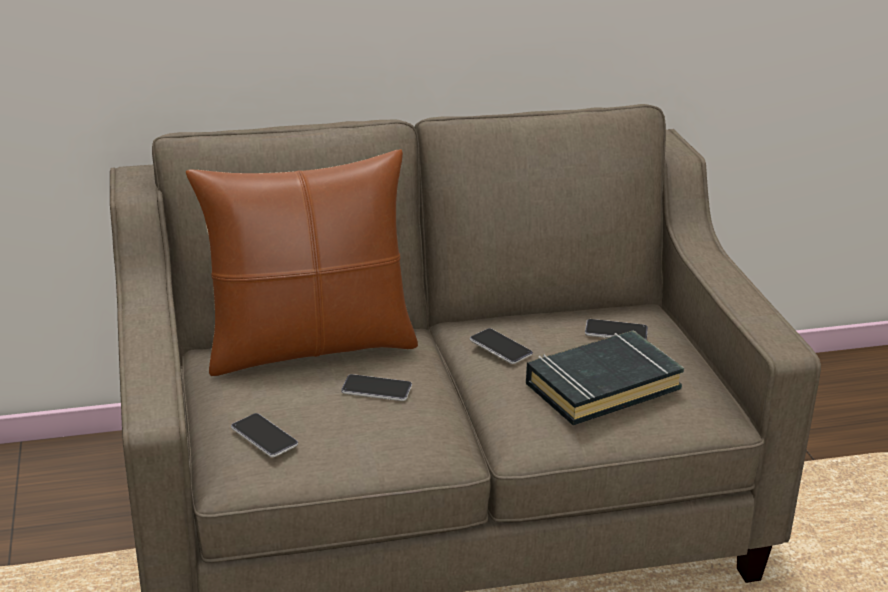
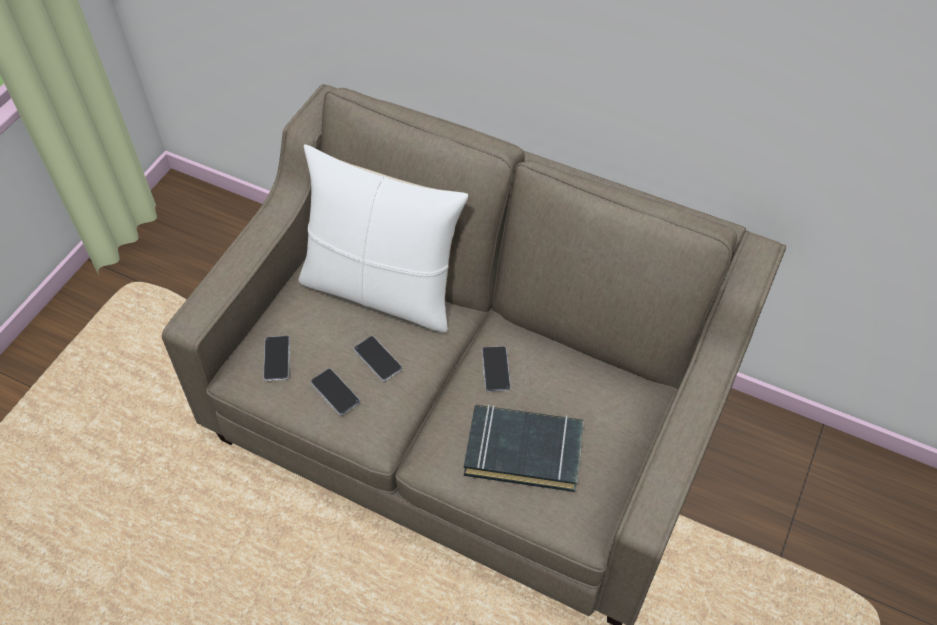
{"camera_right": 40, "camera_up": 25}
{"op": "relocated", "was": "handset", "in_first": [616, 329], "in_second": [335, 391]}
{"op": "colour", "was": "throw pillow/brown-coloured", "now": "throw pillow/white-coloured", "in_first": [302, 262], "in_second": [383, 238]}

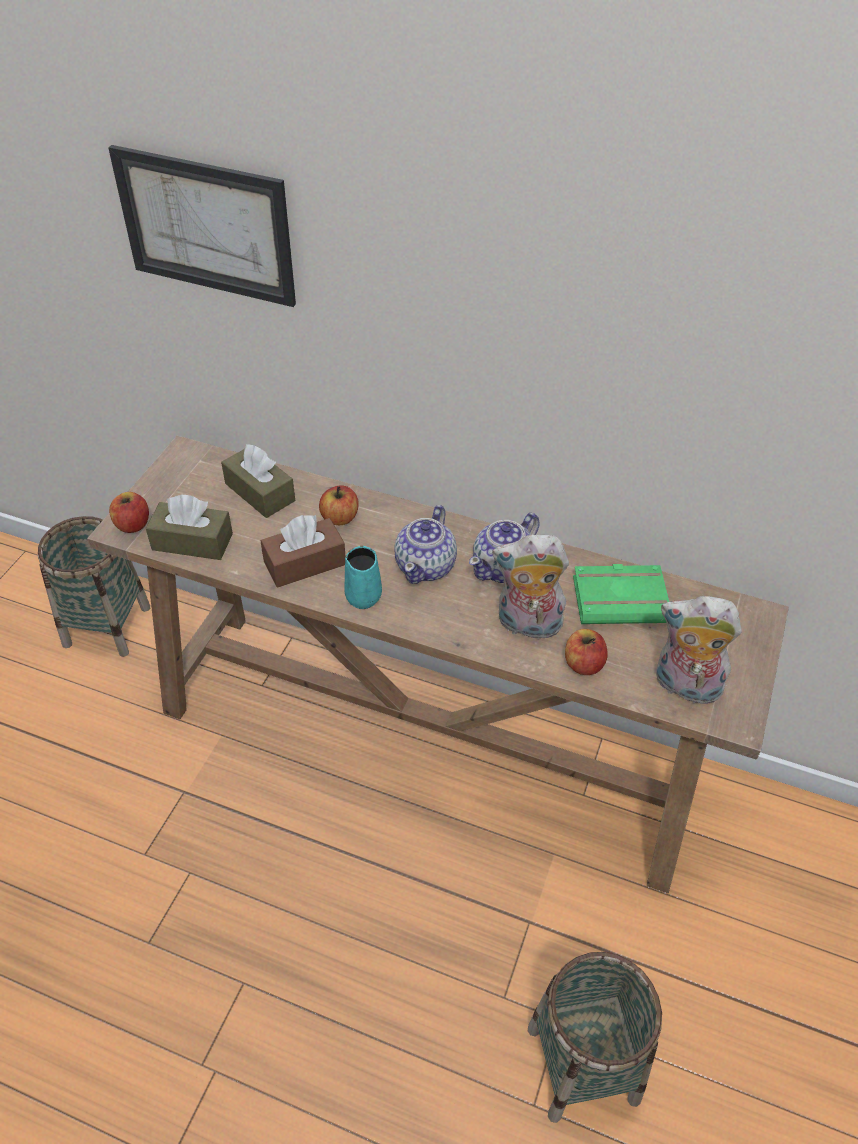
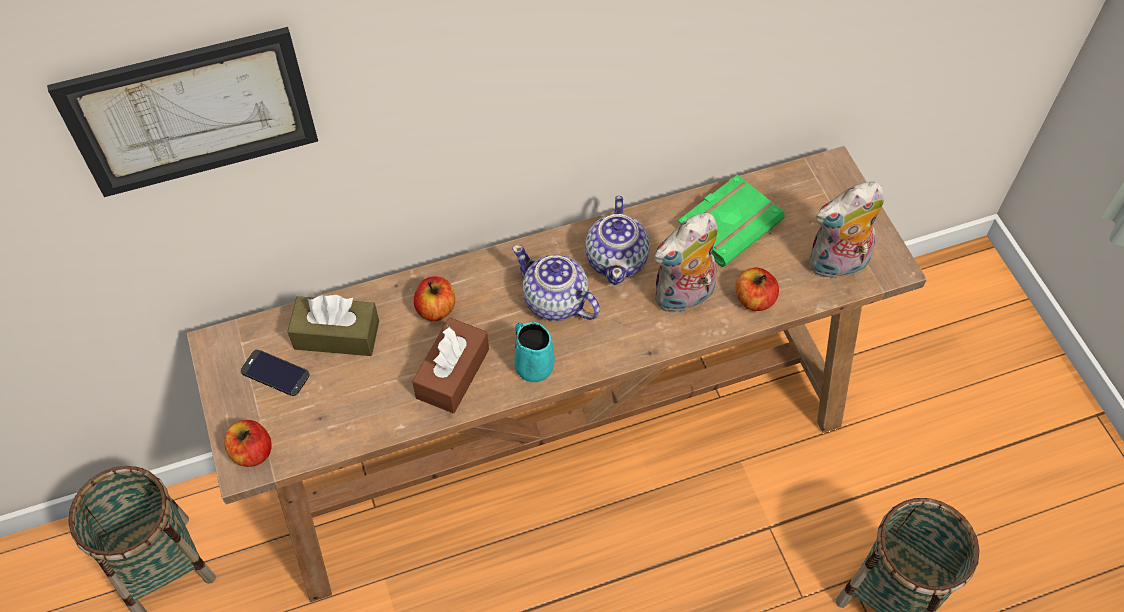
{"camera_right": -40, "camera_up": 10}
{"op": "missing", "was": "tissue box/brown-coloured", "in_first": [189, 527]}
{"op": "appeared", "now": "handset", "in_second": [275, 373]}
{"op": "spun", "was": "tea pot", "in_first": [425, 544], "in_second": [556, 283], "clockwise": 150}

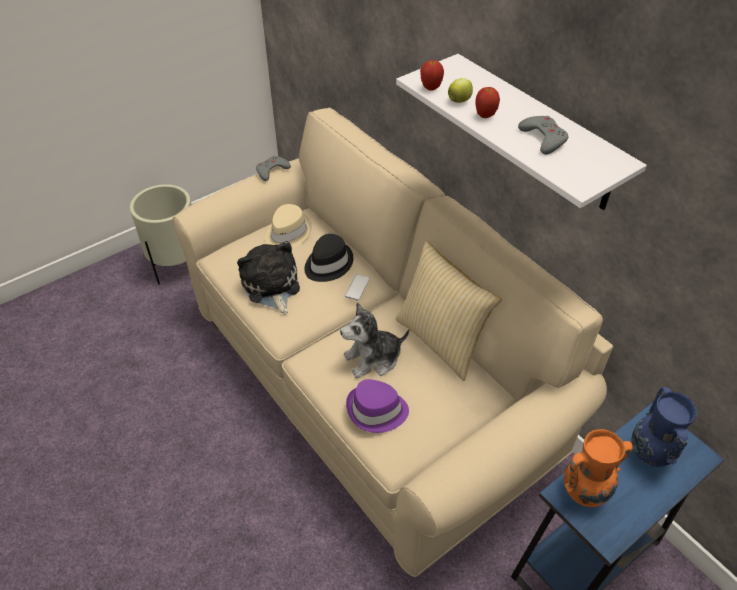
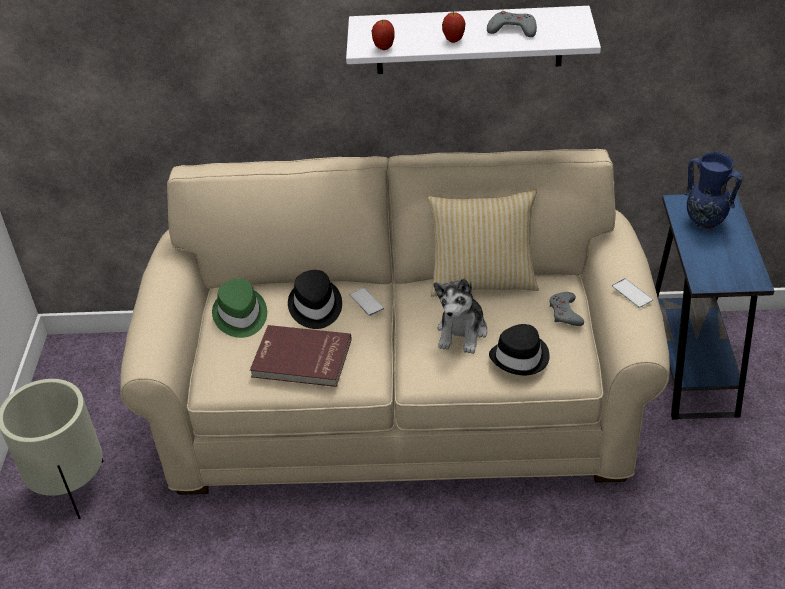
{"camera_right": -50, "camera_up": -5}
{"op": "missing", "was": "whole apple", "in_first": [460, 90]}
{"op": "missing", "was": "vase/orange", "in_first": [598, 468]}
{"op": "appeared", "now": "handset", "in_second": [632, 293]}
{"op": "relocated", "was": "joypad/greyish", "in_first": [273, 168], "in_second": [566, 309]}
{"op": "exchanged", "was": "soft toy", "now": "book/red", "in_first": [268, 277], "in_second": [300, 356]}
{"op": "colour", "was": "clothing hat/sand-coloured", "now": "clothing hat/green-coloured", "in_first": [288, 226], "in_second": [239, 308]}
{"op": "colour", "was": "clothing hat/purple-coloured", "now": "clothing hat/black", "in_first": [377, 406], "in_second": [519, 349]}

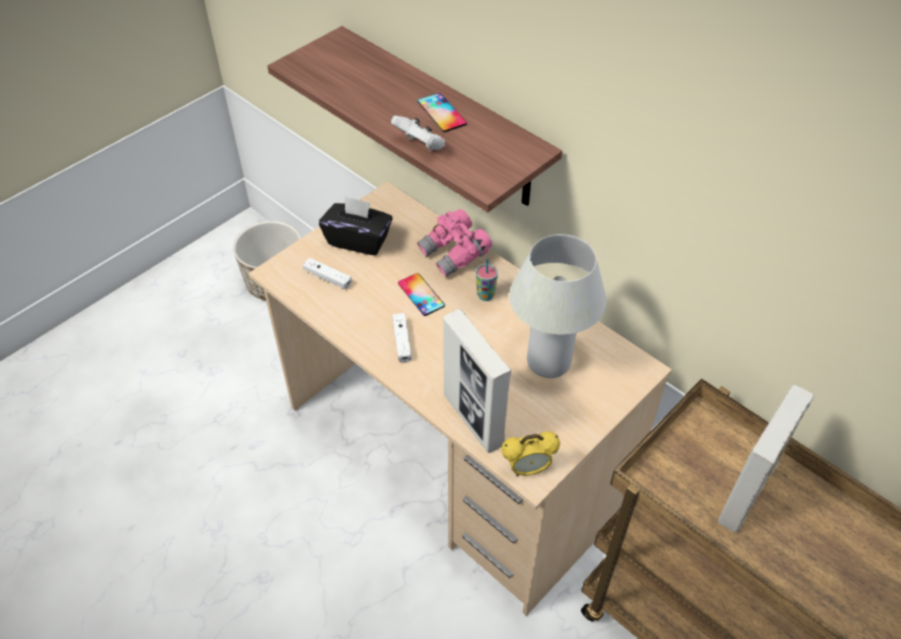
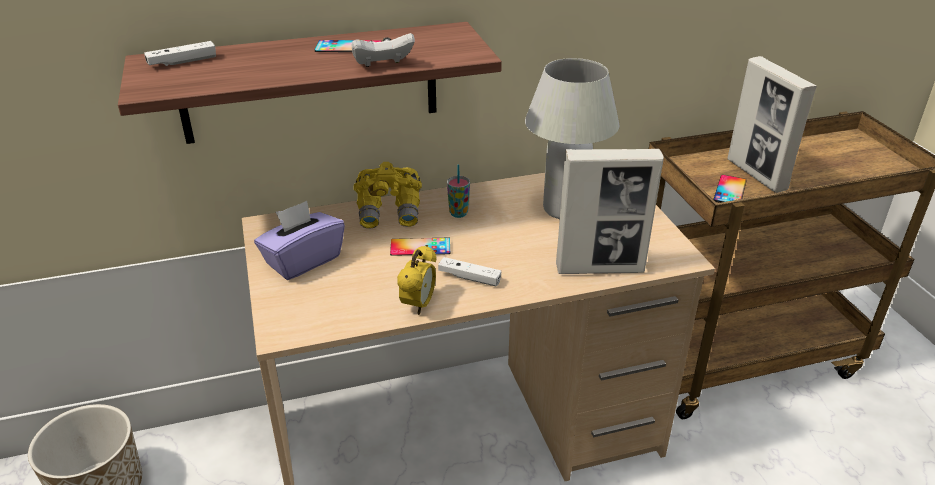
{"camera_right": -60, "camera_up": -15}
{"op": "appeared", "now": "handset", "in_second": [730, 189]}
{"op": "relocated", "was": "joypad/white-coloured", "in_first": [327, 273], "in_second": [180, 53]}
{"op": "relocated", "was": "table clock", "in_first": [530, 453], "in_second": [417, 280]}
{"op": "colour", "was": "tissue box/black", "now": "tissue box/purple-coloured", "in_first": [356, 225], "in_second": [299, 240]}
{"op": "colour", "was": "binoculars/pink-coloured", "now": "binoculars/yellowish", "in_first": [454, 243], "in_second": [388, 195]}

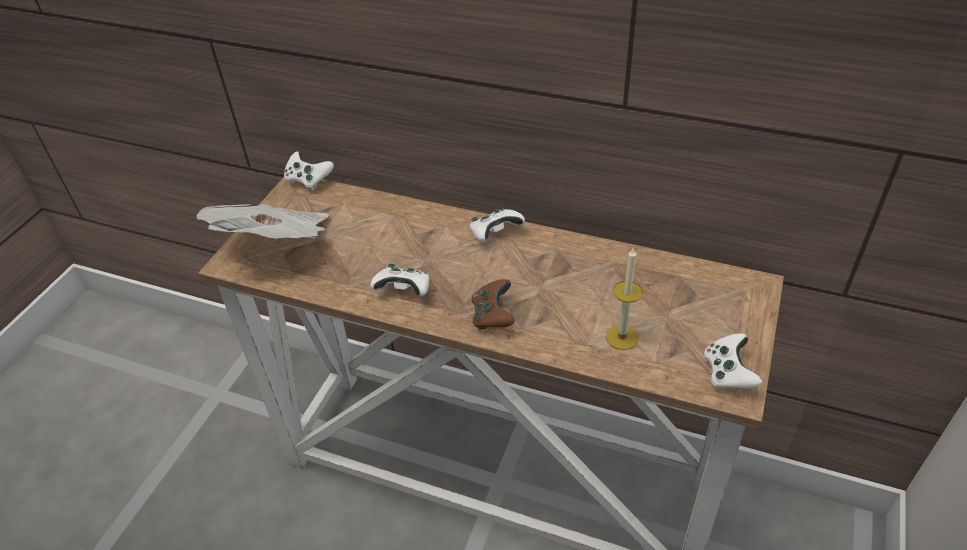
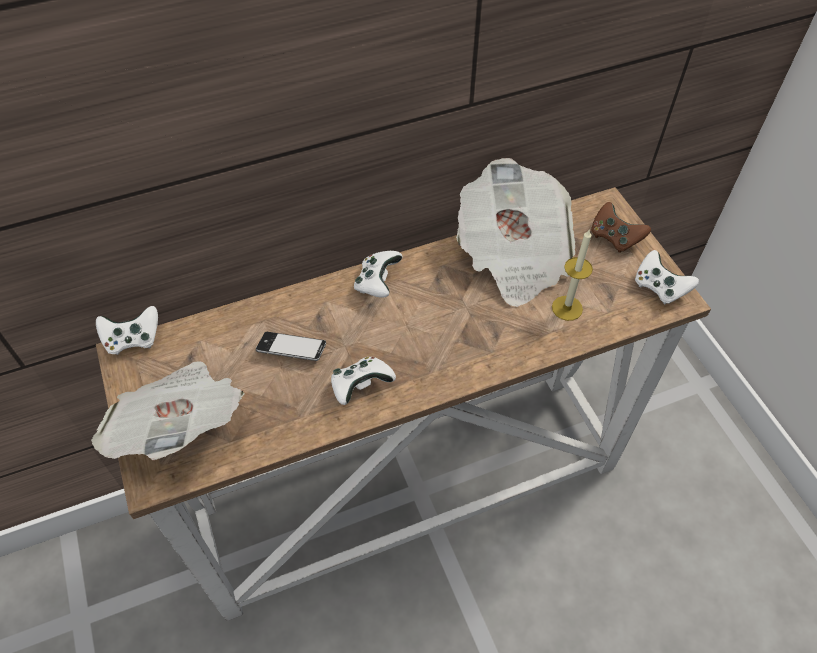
{"camera_right": -45, "camera_up": 10}
{"op": "appeared", "now": "handset", "in_second": [291, 346]}
{"op": "appeared", "now": "daily paper", "in_second": [515, 232]}
{"op": "relocated", "was": "joypad/brown-coloured", "in_first": [493, 304], "in_second": [621, 227]}

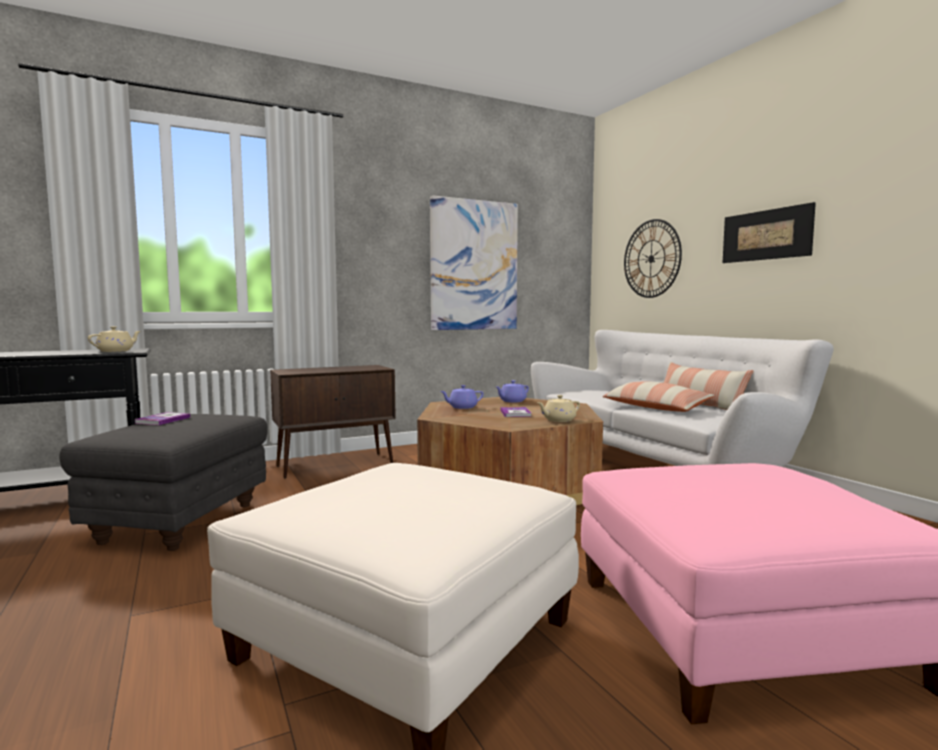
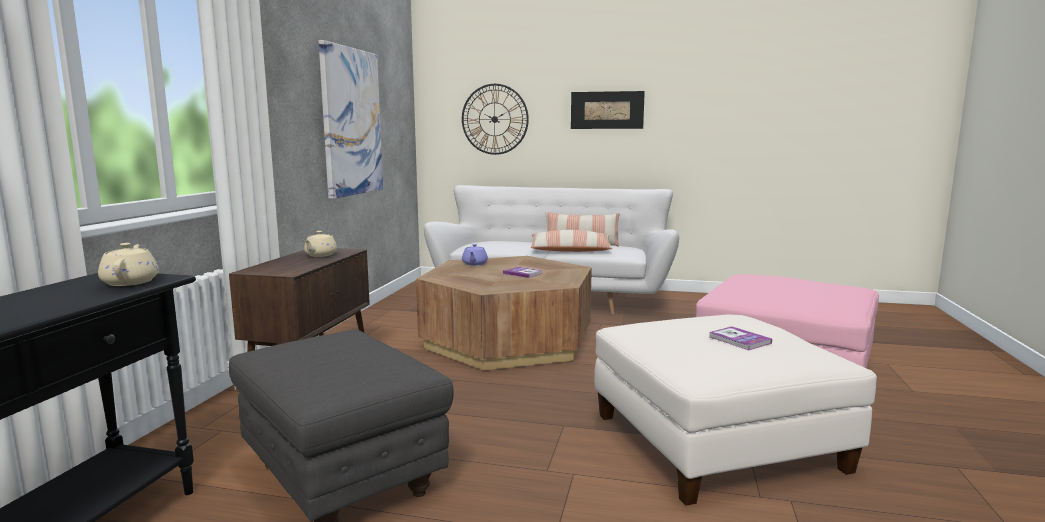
{"camera_right": -50, "camera_up": 5}
{"op": "missing", "was": "tea pot/purple-coloured", "in_first": [461, 397]}
{"op": "relocated", "was": "book", "in_first": [162, 418], "in_second": [740, 338]}
{"op": "relocated", "was": "tea pot/sand-coloured", "in_first": [558, 408], "in_second": [320, 244]}

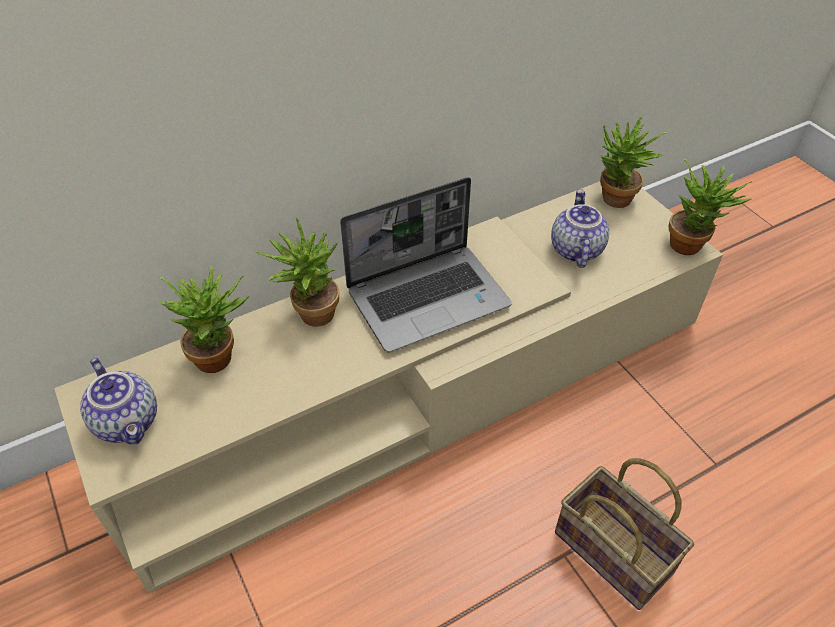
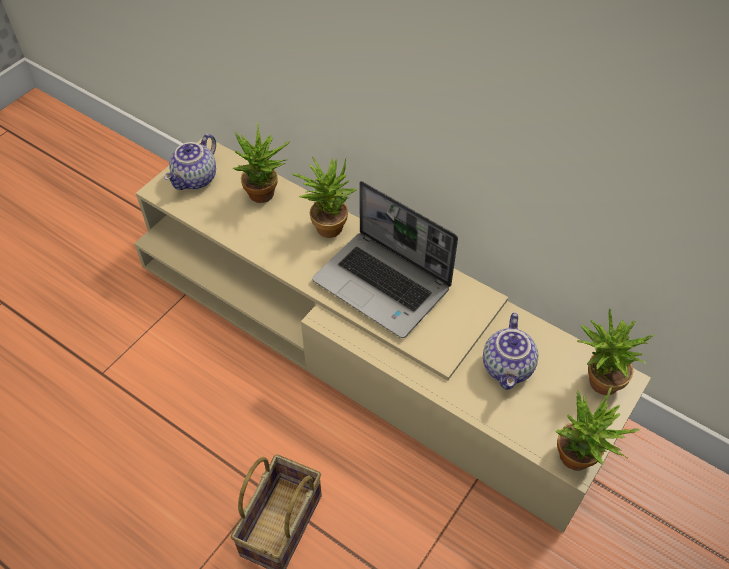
{"camera_right": 65, "camera_up": 5}
{"op": "spun", "was": "tea pot", "in_first": [580, 228], "in_second": [510, 351], "clockwise": 120}

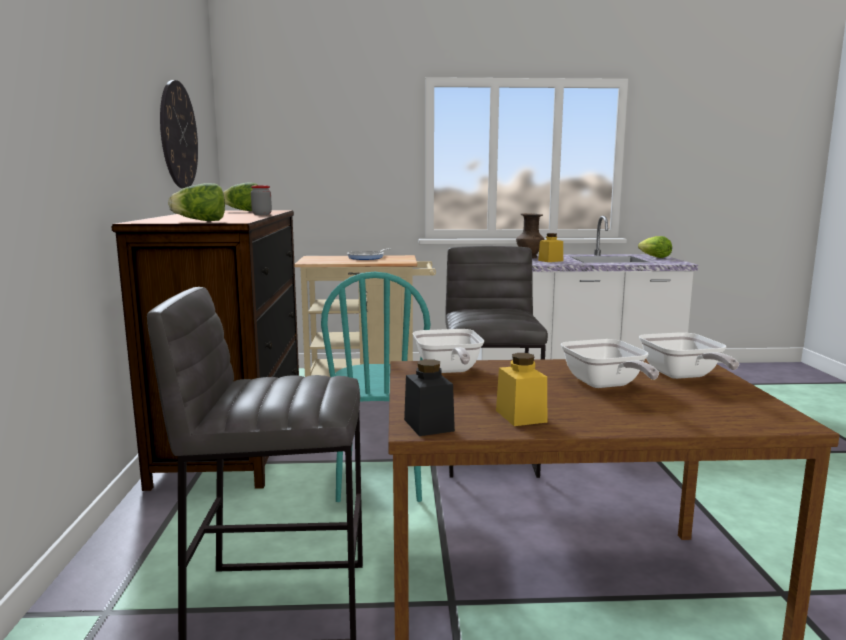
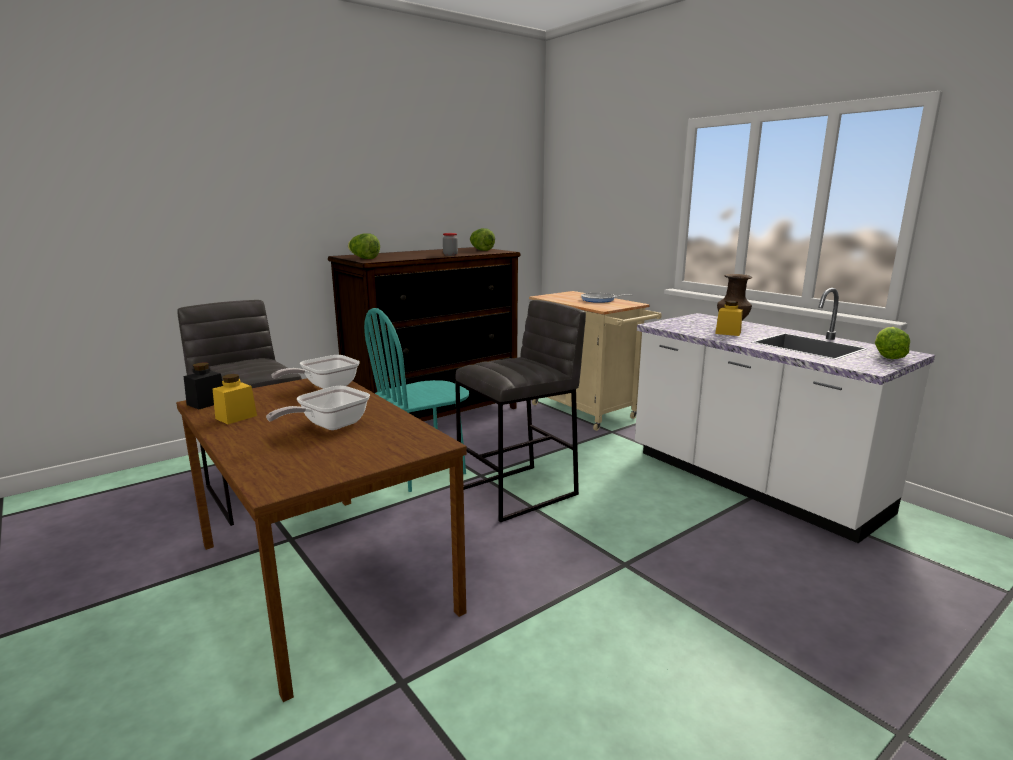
{"camera_right": 55, "camera_up": 5}
{"op": "missing", "was": "wall clock", "in_first": [179, 134]}
{"op": "missing", "was": "frying pan", "in_first": [689, 355]}

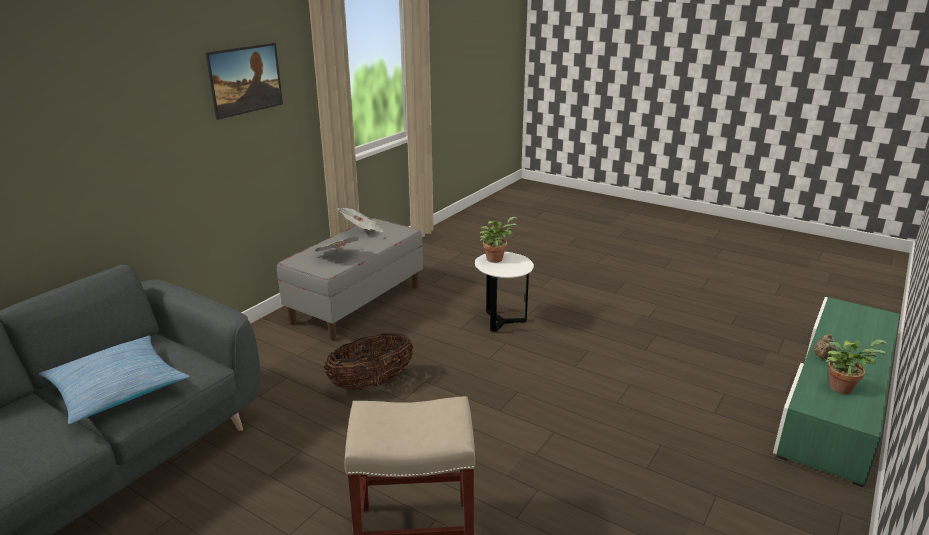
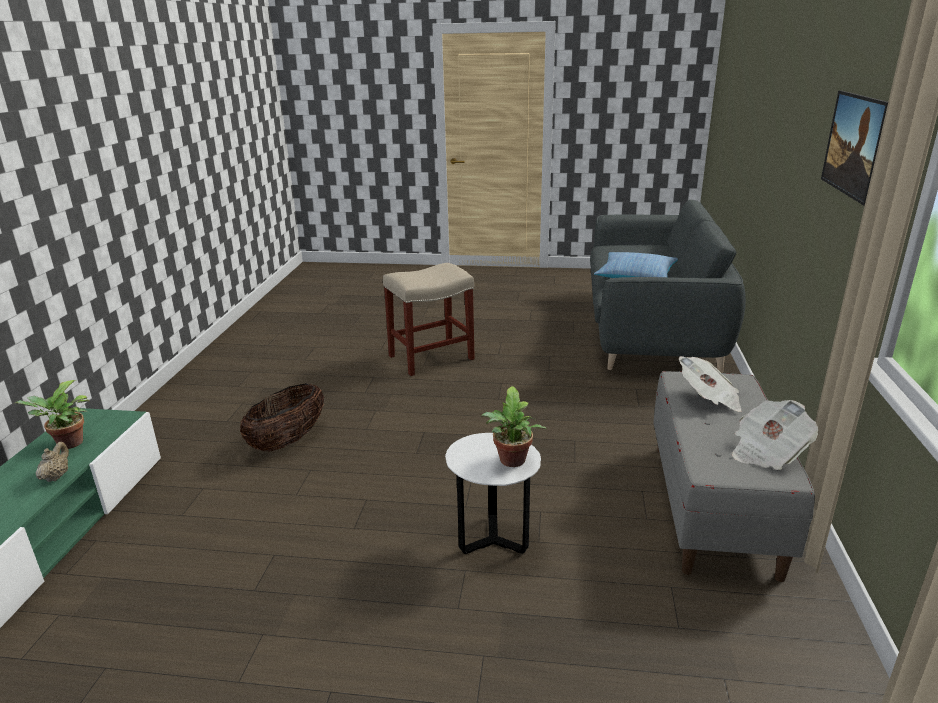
{"camera_right": 155, "camera_up": 0}
{"op": "relocated", "was": "storage basket", "in_first": [368, 361], "in_second": [282, 417]}

